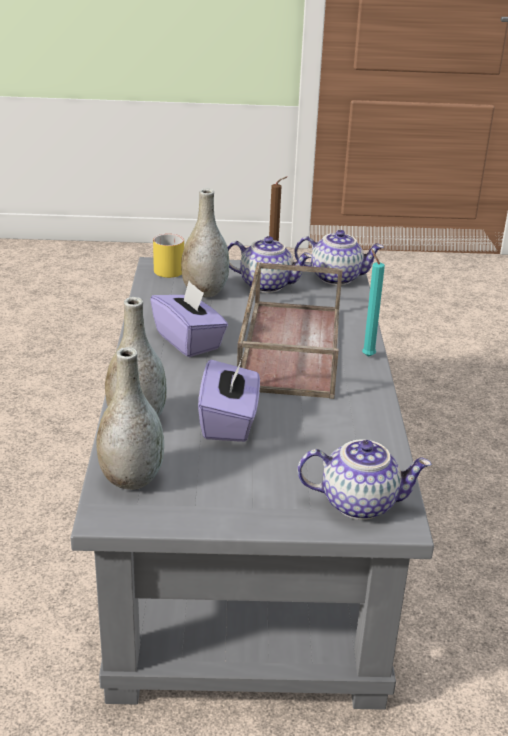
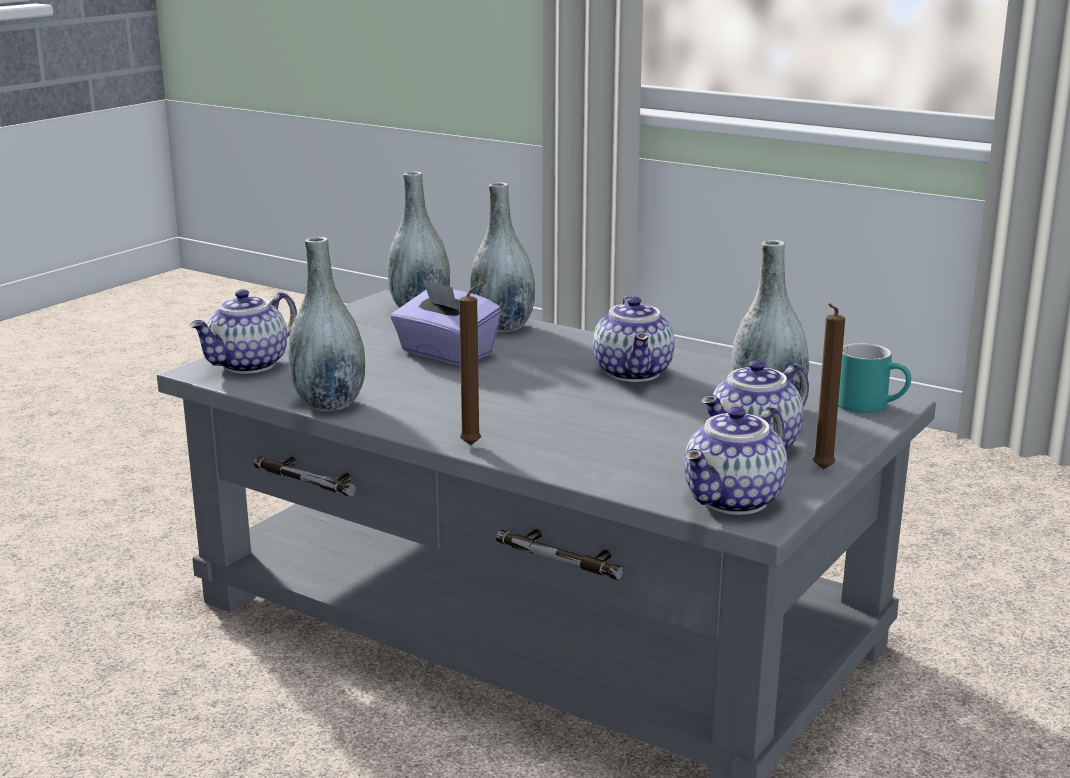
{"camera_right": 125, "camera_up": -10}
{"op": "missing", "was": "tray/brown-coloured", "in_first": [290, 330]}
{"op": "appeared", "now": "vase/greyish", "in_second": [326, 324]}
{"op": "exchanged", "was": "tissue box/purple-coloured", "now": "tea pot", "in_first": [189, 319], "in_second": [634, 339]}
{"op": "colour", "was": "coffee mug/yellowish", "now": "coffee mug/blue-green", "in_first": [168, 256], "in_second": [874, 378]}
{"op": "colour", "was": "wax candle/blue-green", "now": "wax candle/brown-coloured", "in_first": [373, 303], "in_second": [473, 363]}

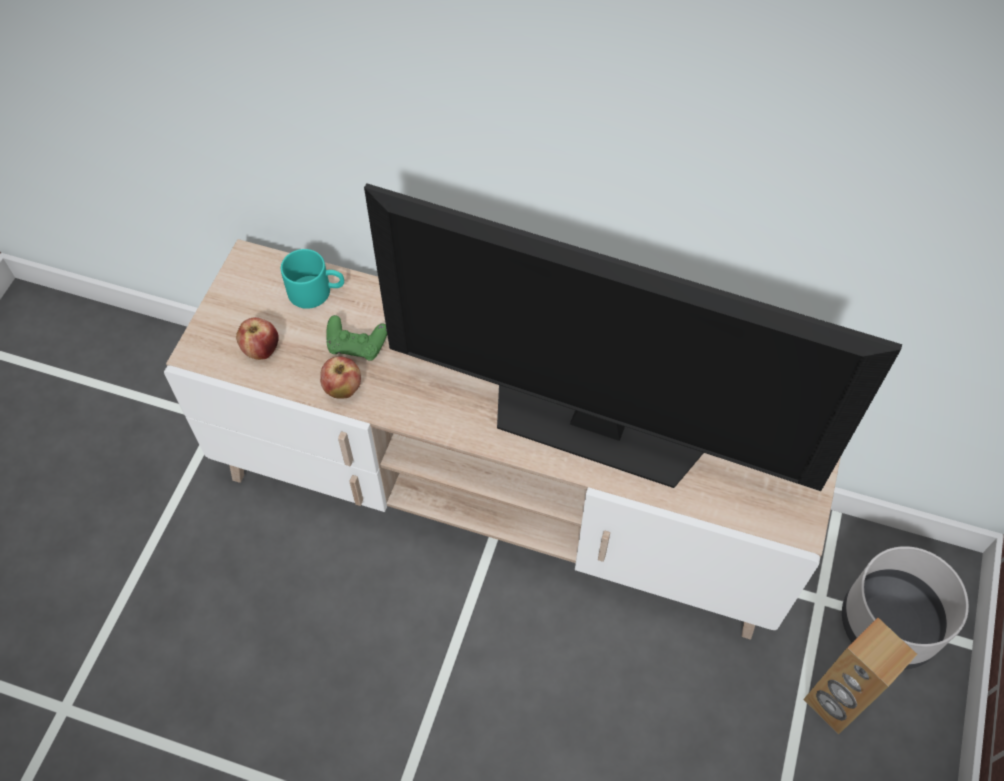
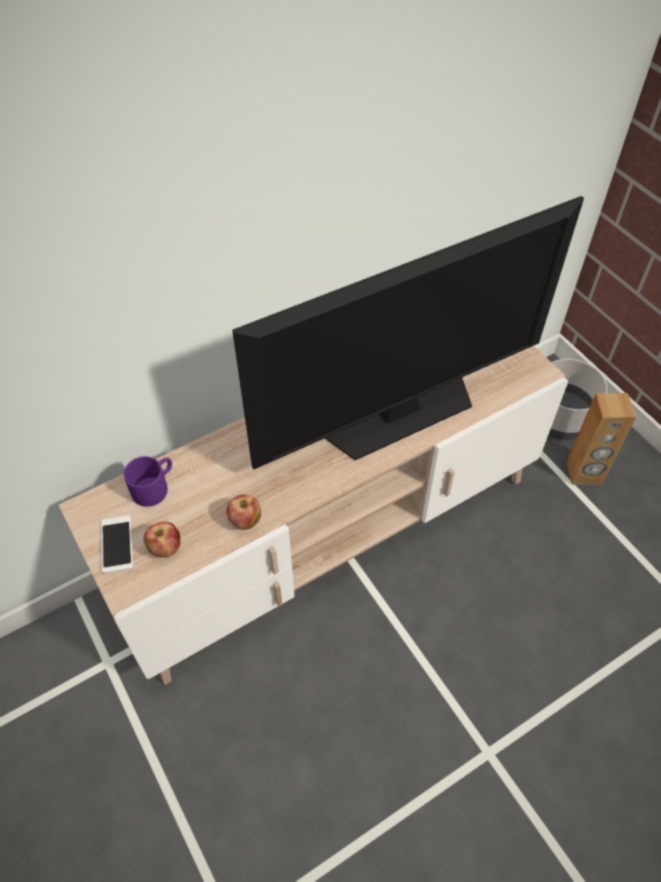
{"camera_right": -50, "camera_up": -5}
{"op": "missing", "was": "joypad/green-coloured", "in_first": [356, 338]}
{"op": "appeared", "now": "handset", "in_second": [117, 544]}
{"op": "colour", "was": "coffee mug/blue-green", "now": "coffee mug/purple-coloured", "in_first": [312, 279], "in_second": [148, 481]}

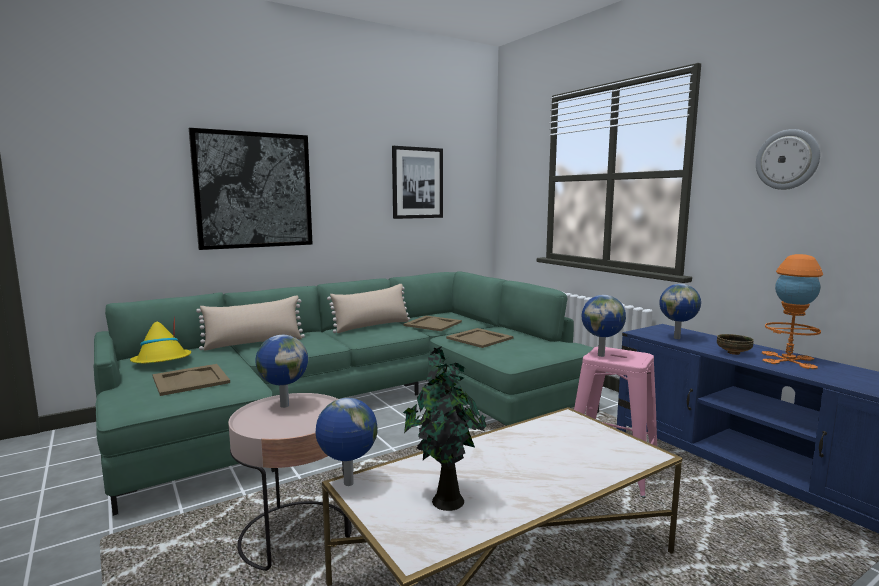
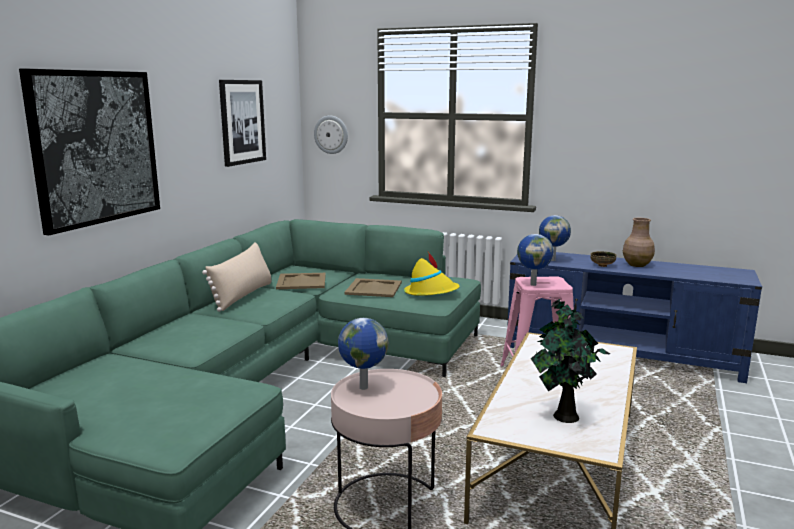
{"camera_right": -35, "camera_up": 5}
{"op": "missing", "was": "tray/sand-coloured", "in_first": [191, 380]}
{"op": "missing", "was": "throw pillow/sand-coloured", "in_first": [250, 323]}
{"op": "missing", "was": "globe", "in_first": [347, 442]}
{"op": "relocated", "was": "clothing hat/yellowish", "in_first": [160, 339], "in_second": [432, 274]}
{"op": "relocated", "was": "wall clock", "in_first": [788, 159], "in_second": [331, 134]}
{"op": "exchanged", "was": "lamp for a table/orange", "now": "vase/brown-coloured", "in_first": [792, 311], "in_second": [639, 242]}

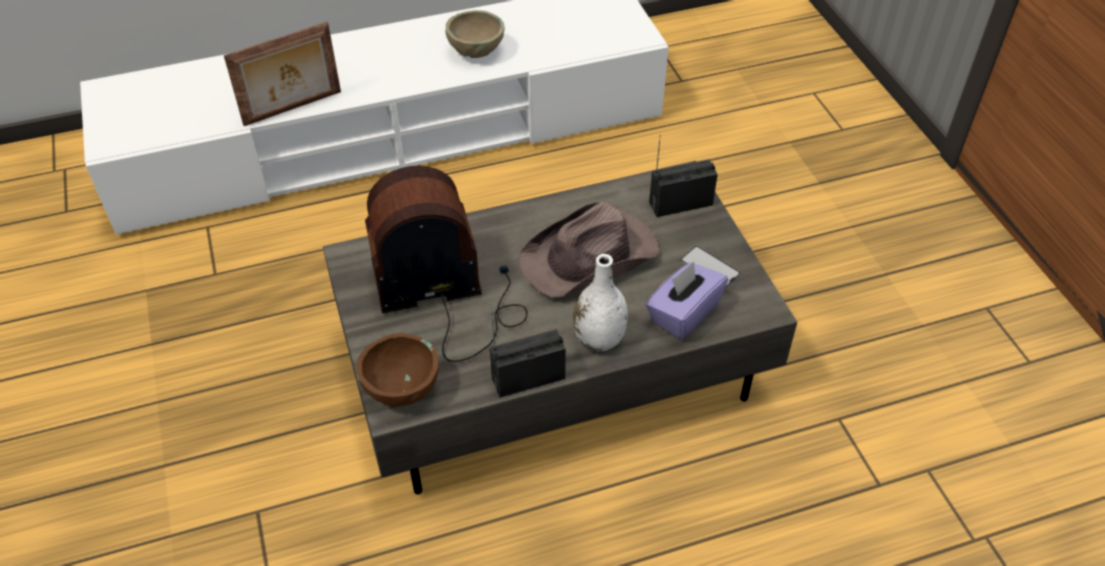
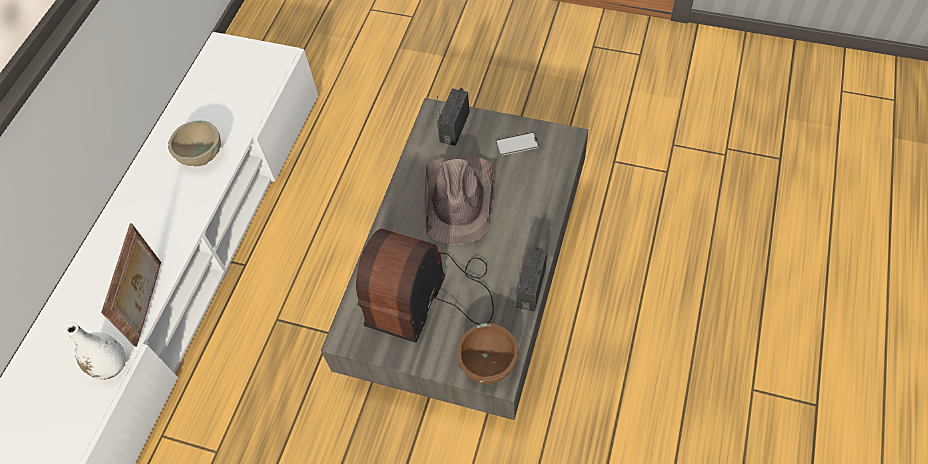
{"camera_right": -50, "camera_up": 10}
{"op": "missing", "was": "tissue box/purple-coloured", "in_first": [687, 300]}
{"op": "relocated", "was": "vase/white-coloured", "in_first": [600, 302], "in_second": [95, 351]}

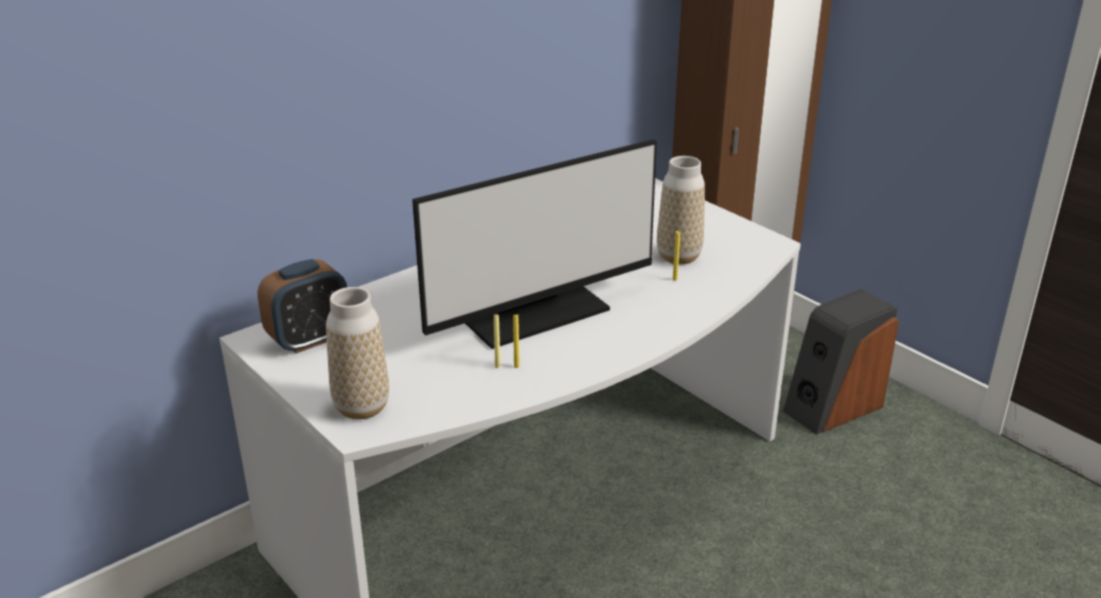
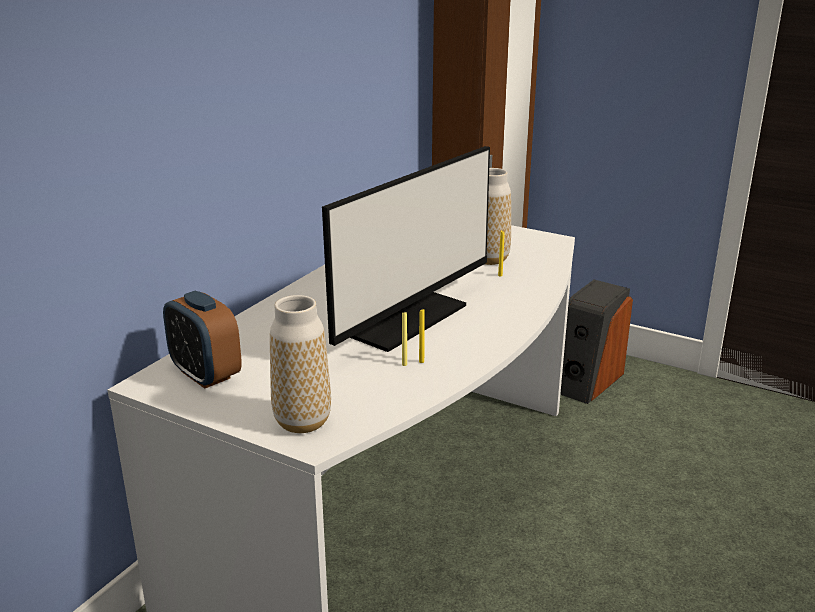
{"camera_right": -20, "camera_up": -5}
{"op": "spun", "was": "table clock", "in_first": [302, 306], "in_second": [202, 340], "clockwise": 105}

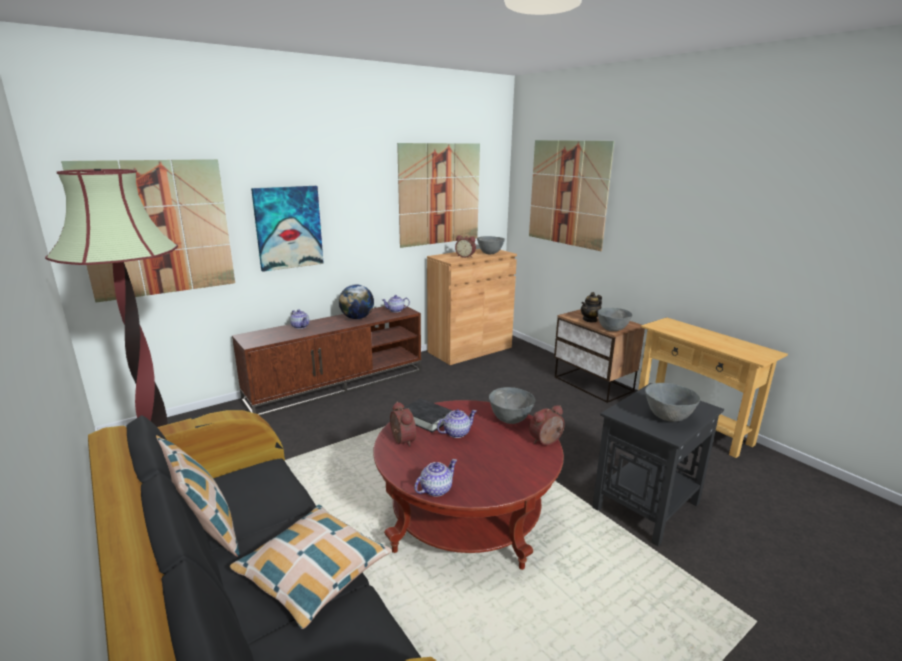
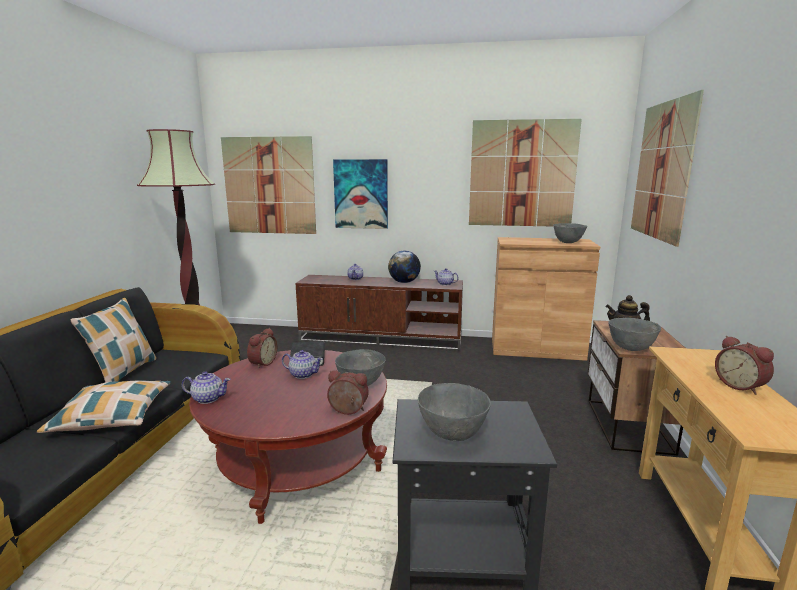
{"camera_right": 45, "camera_up": -5}
{"op": "relocated", "was": "table clock", "in_first": [465, 246], "in_second": [744, 365]}

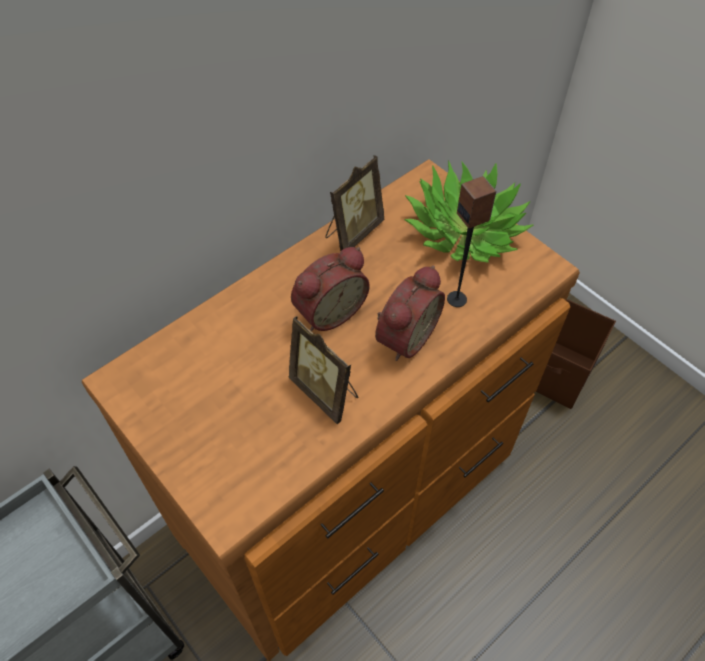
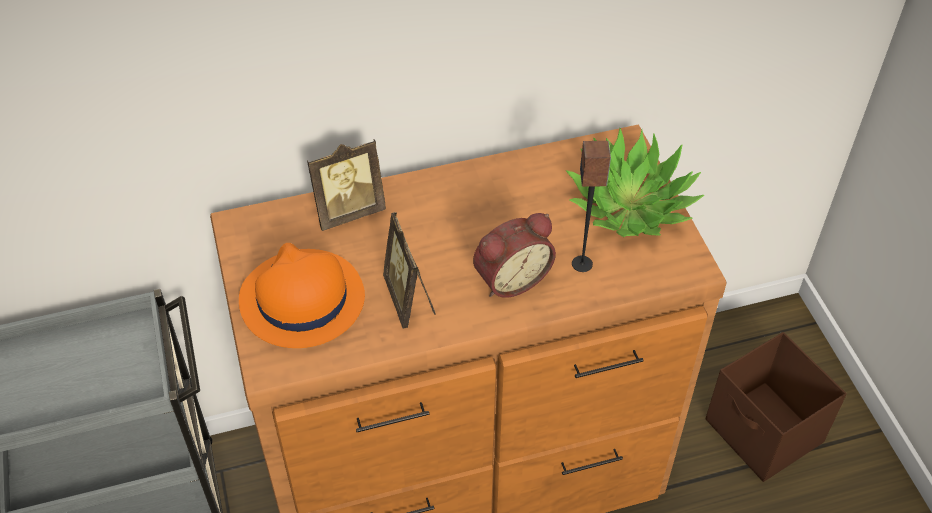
{"camera_right": 25, "camera_up": -5}
{"op": "missing", "was": "table clock", "in_first": [330, 289]}
{"op": "appeared", "now": "clothing hat/orange", "in_second": [302, 295]}
{"op": "relocated", "was": "standing frame", "in_first": [354, 203], "in_second": [346, 185]}

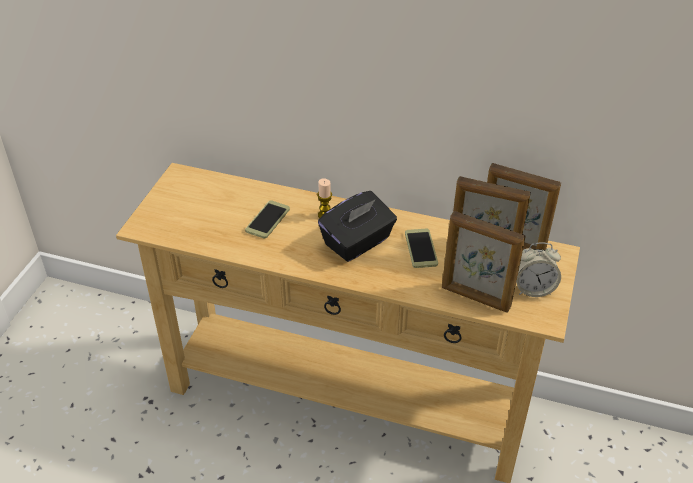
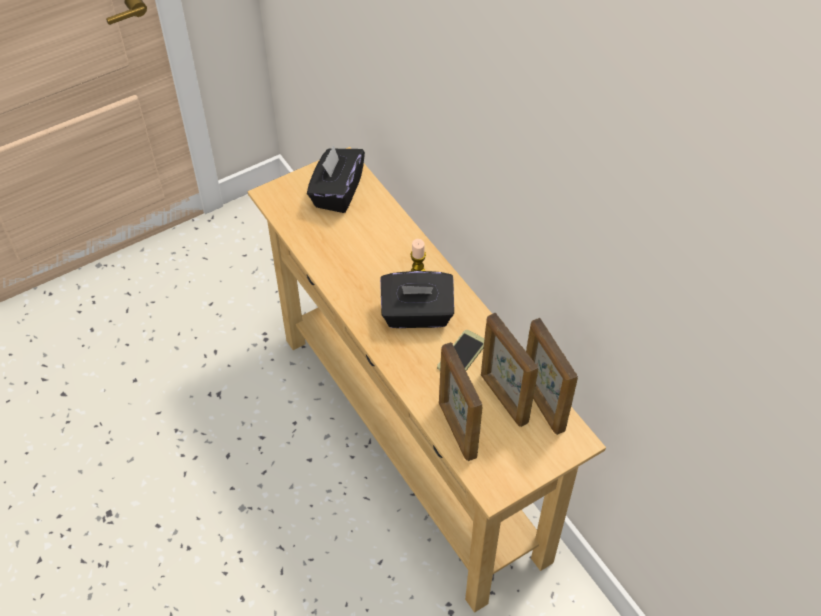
{"camera_right": 40, "camera_up": 10}
{"op": "missing", "was": "handset", "in_first": [267, 220]}
{"op": "missing", "was": "table clock", "in_first": [538, 269]}
{"op": "appeared", "now": "tissue box/black", "in_second": [336, 179]}

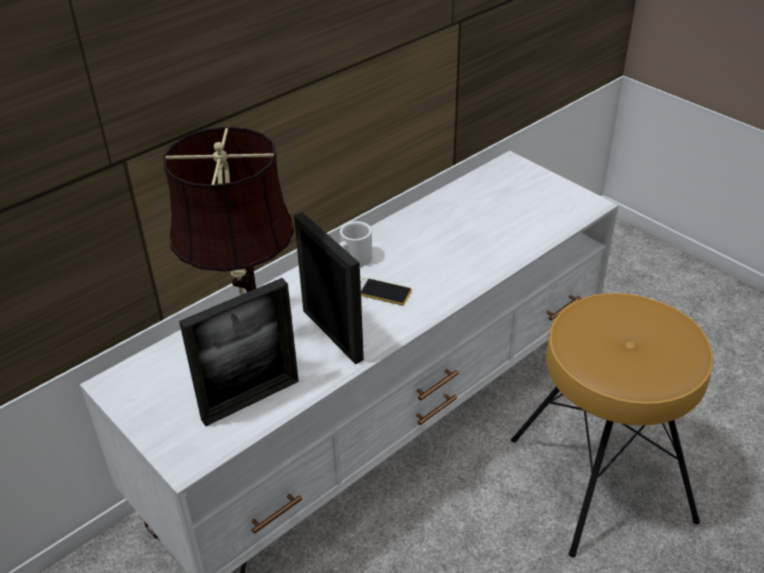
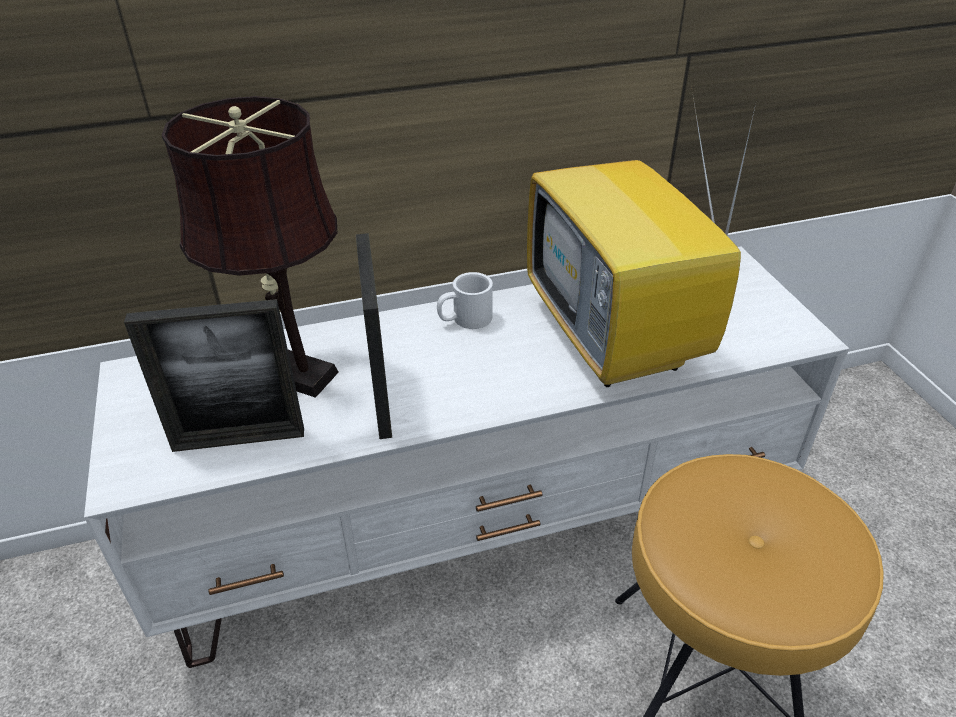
{"camera_right": 25, "camera_up": 0}
{"op": "missing", "was": "handset", "in_first": [386, 291]}
{"op": "appeared", "now": "TV set", "in_second": [641, 239]}

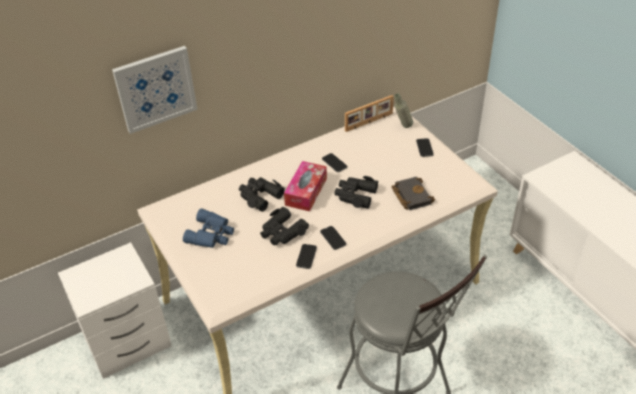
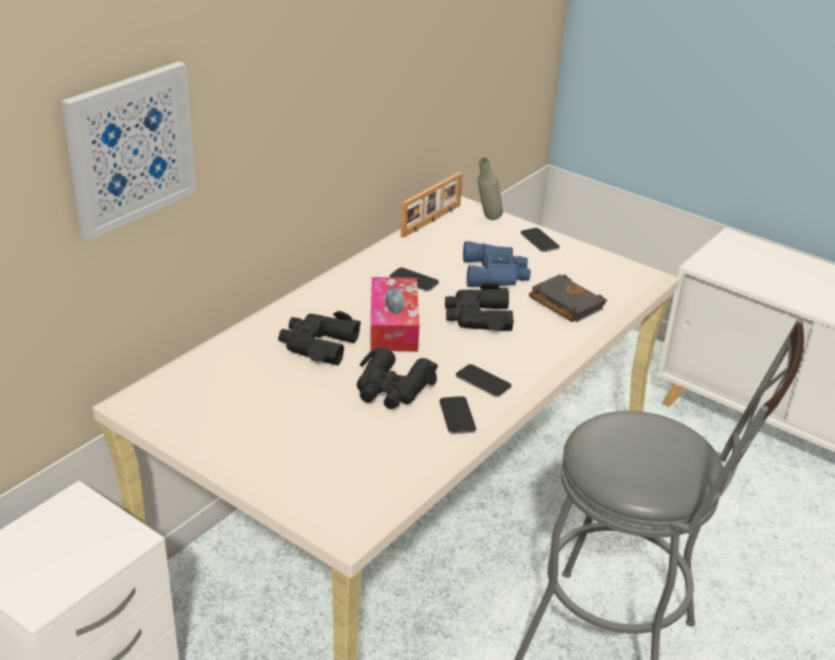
{"camera_right": -25, "camera_up": -10}
{"op": "relocated", "was": "binoculars/blue", "in_first": [208, 228], "in_second": [497, 264]}

